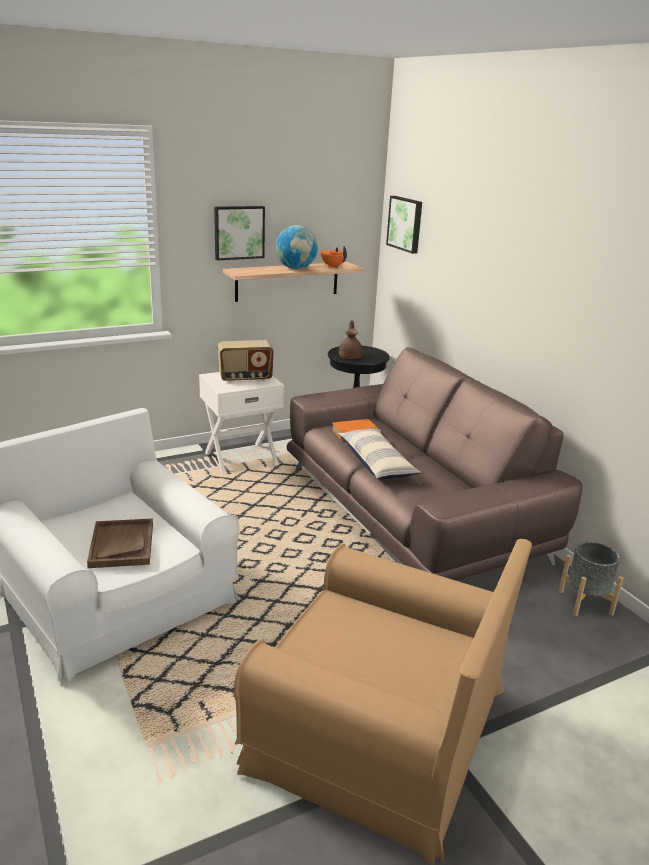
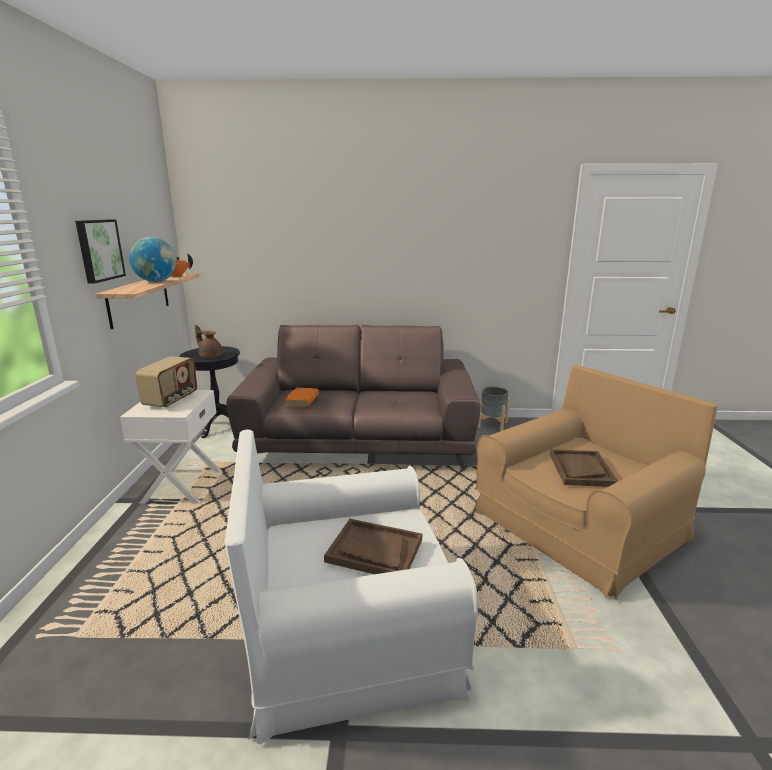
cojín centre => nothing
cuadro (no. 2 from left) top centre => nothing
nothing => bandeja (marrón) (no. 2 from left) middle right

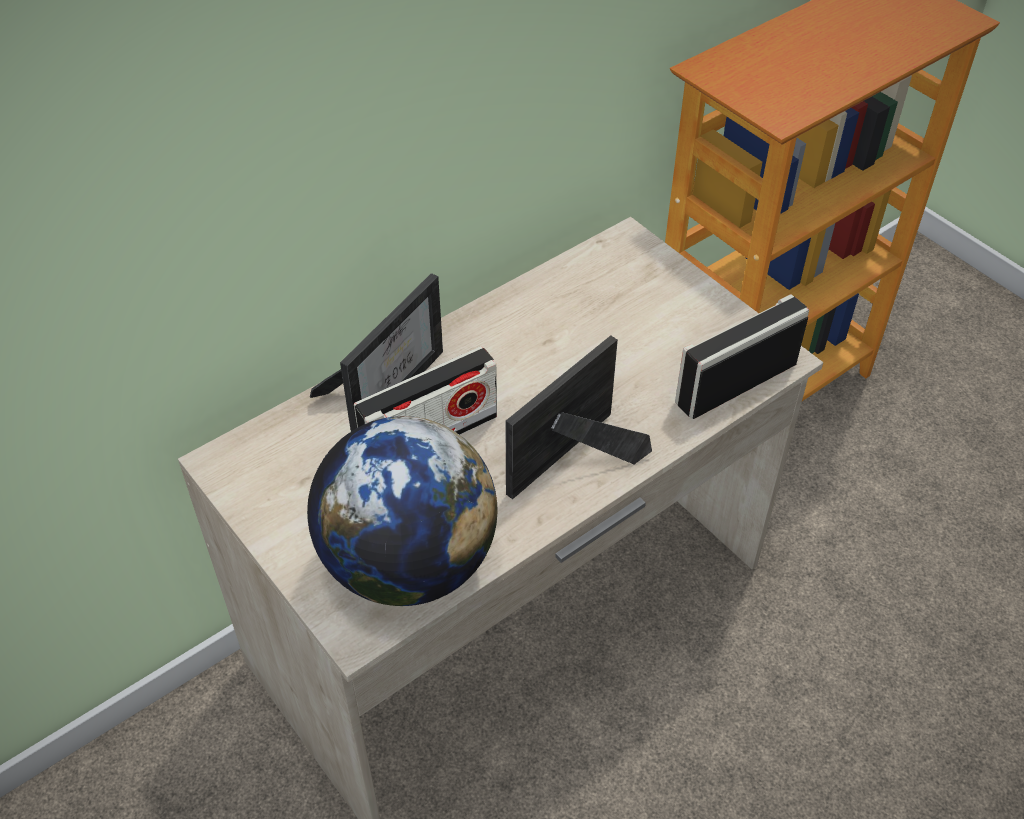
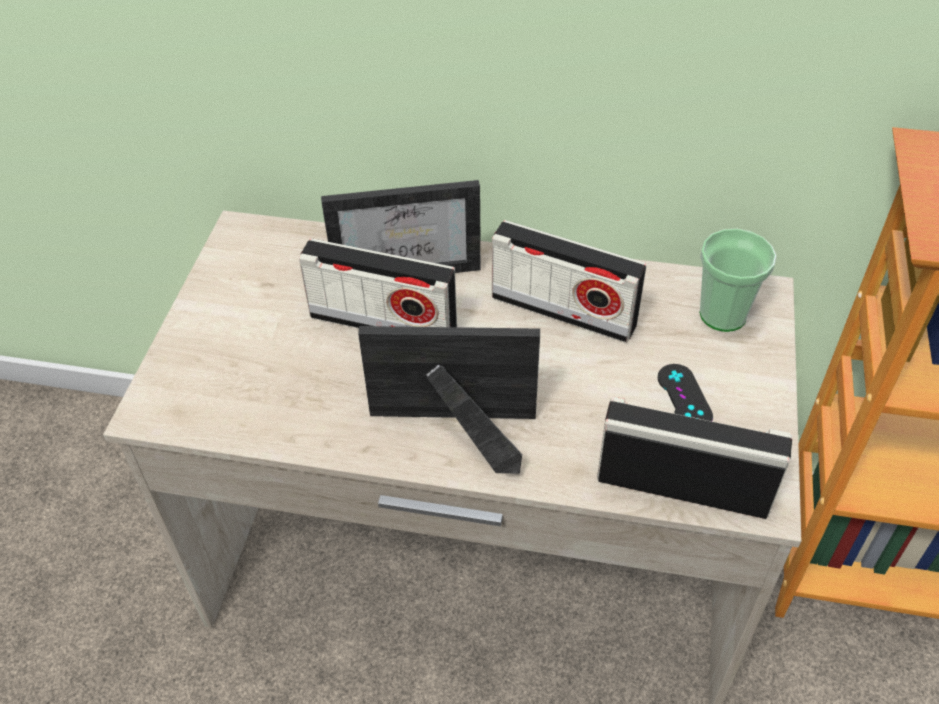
globo terráqueo centre => nothing
nothing => radio (no. 2 from left) centre
nothing => mando de consola (negro) middle right
nothing => taza middle right

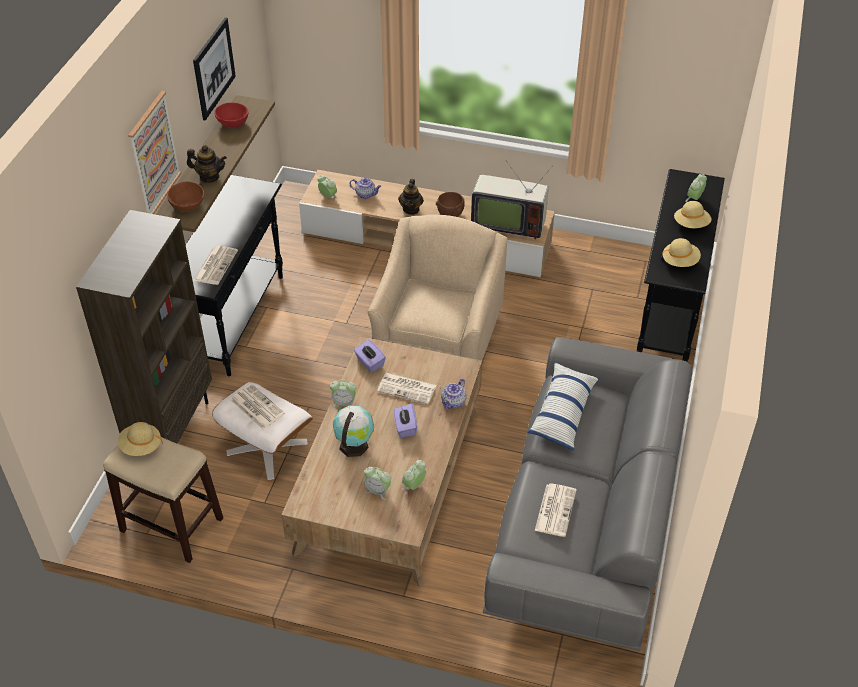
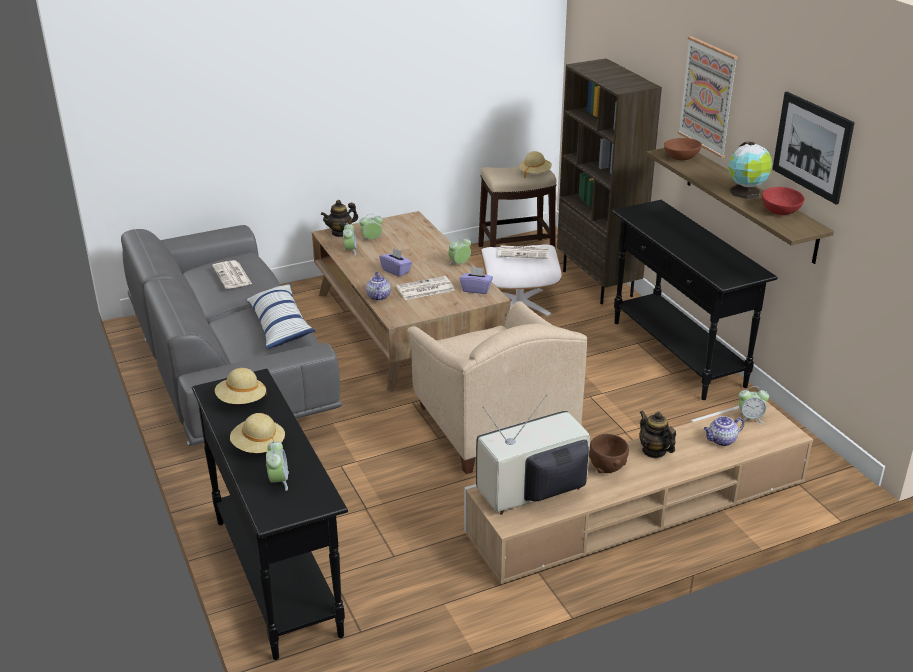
periódico (no. 1 from left) middle left => nothing
tetera (no. 1 from left) top left => tetera (no. 1 from left) top centre, relocated
globo terráqueo centre => globo terráqueo top right, relocated

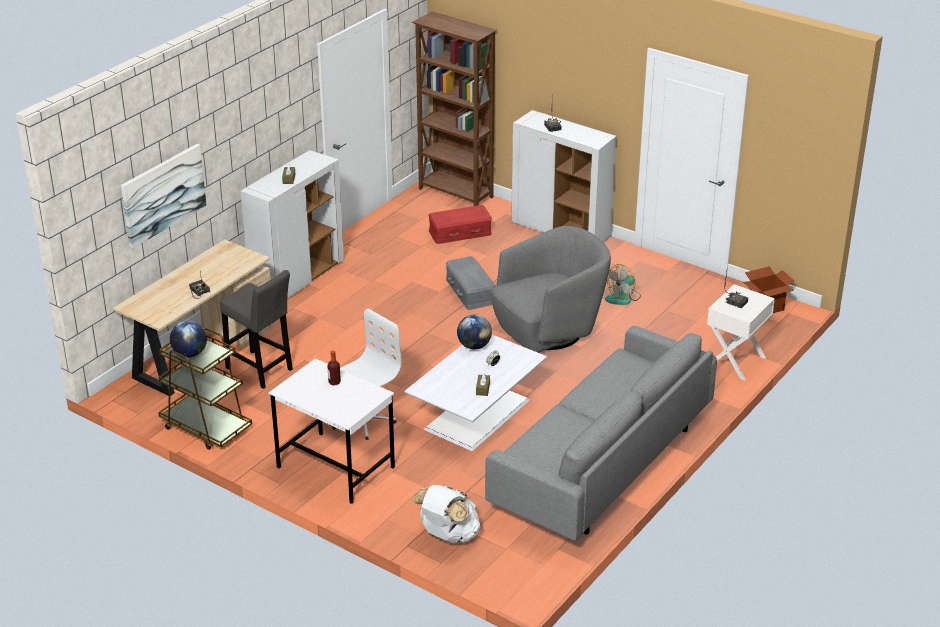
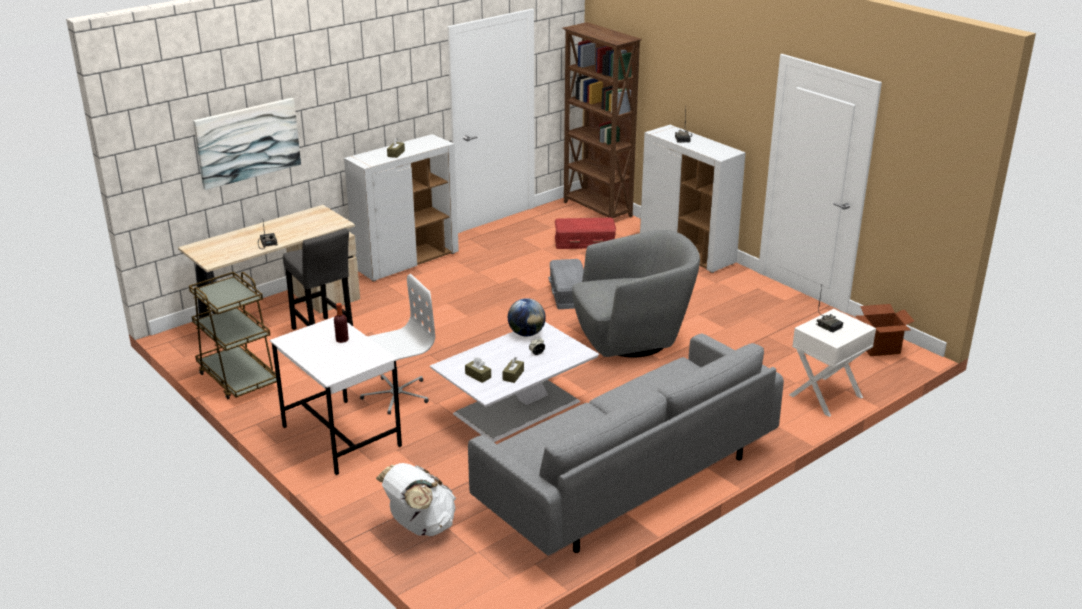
globo terráqueo (no. 1 from left) middle left => nothing
ventilador centre => nothing
nothing => caja de pañuelos (marrón) (no. 2 from left) centre

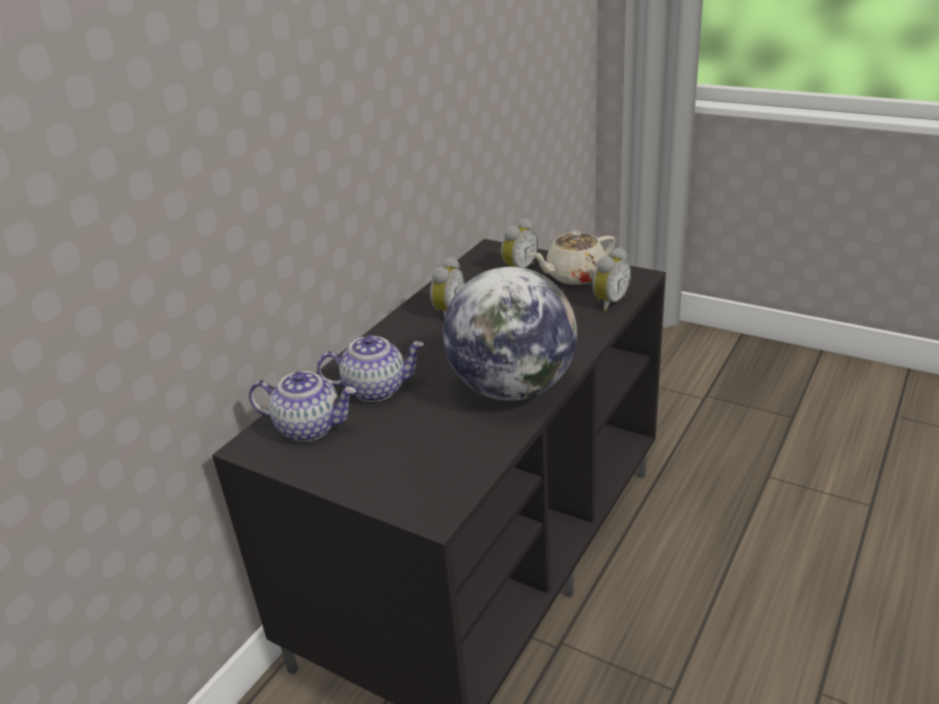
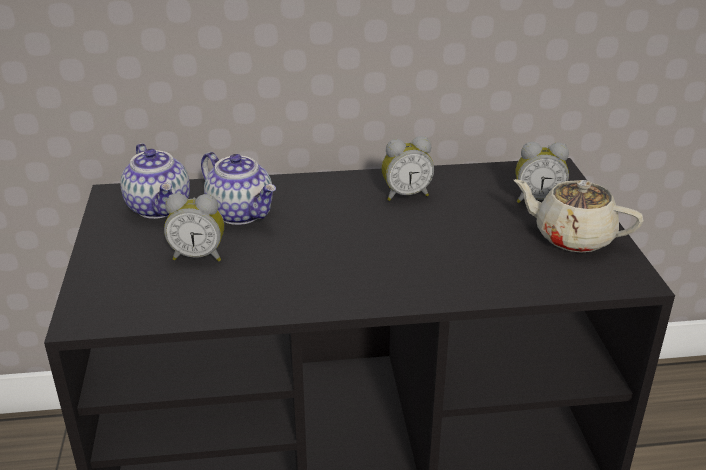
globo terráqueo centre => nothing
despertador (no. 3 from left in the first image) centre => despertador (no. 1 from left) middle left, relocated

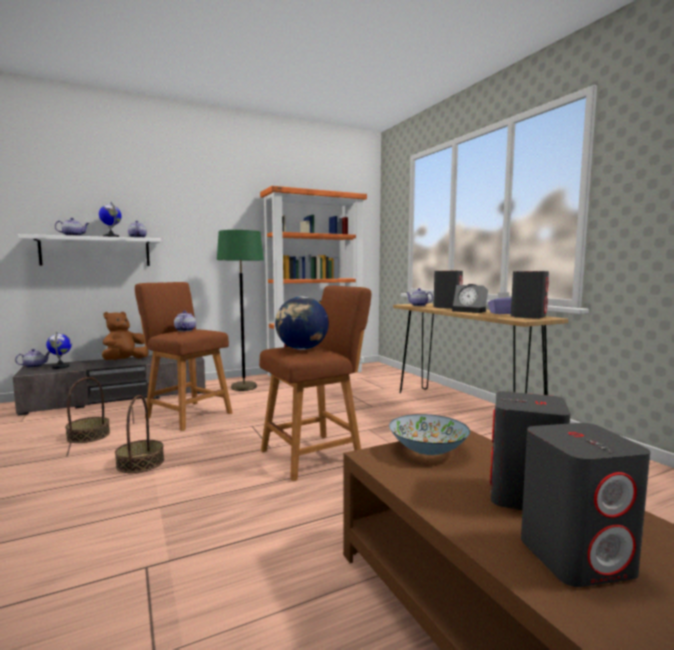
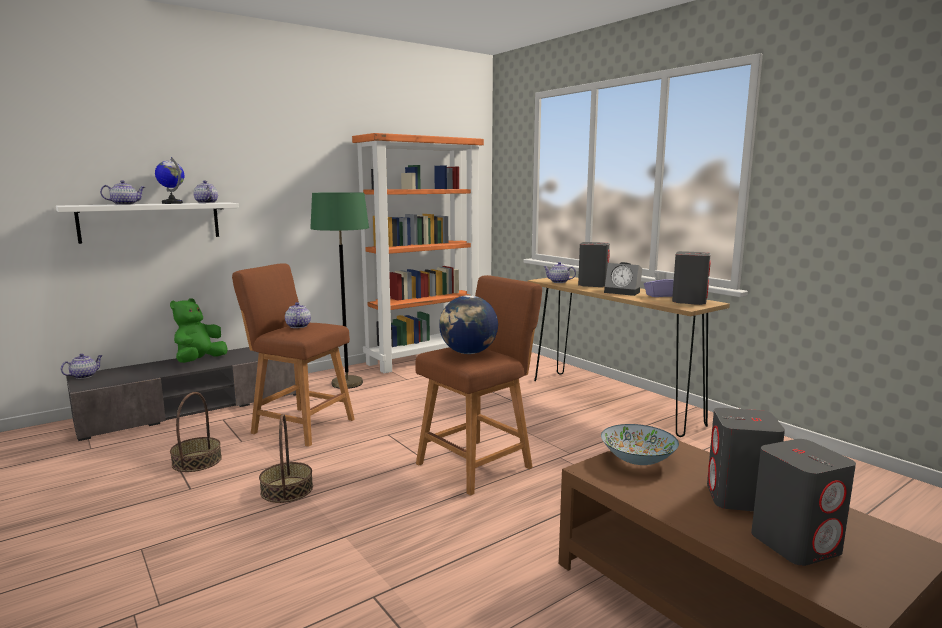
globo terráqueo (no. 1 from left) middle left => nothing
peluche (marrón) middle left => peluche (verde) middle left

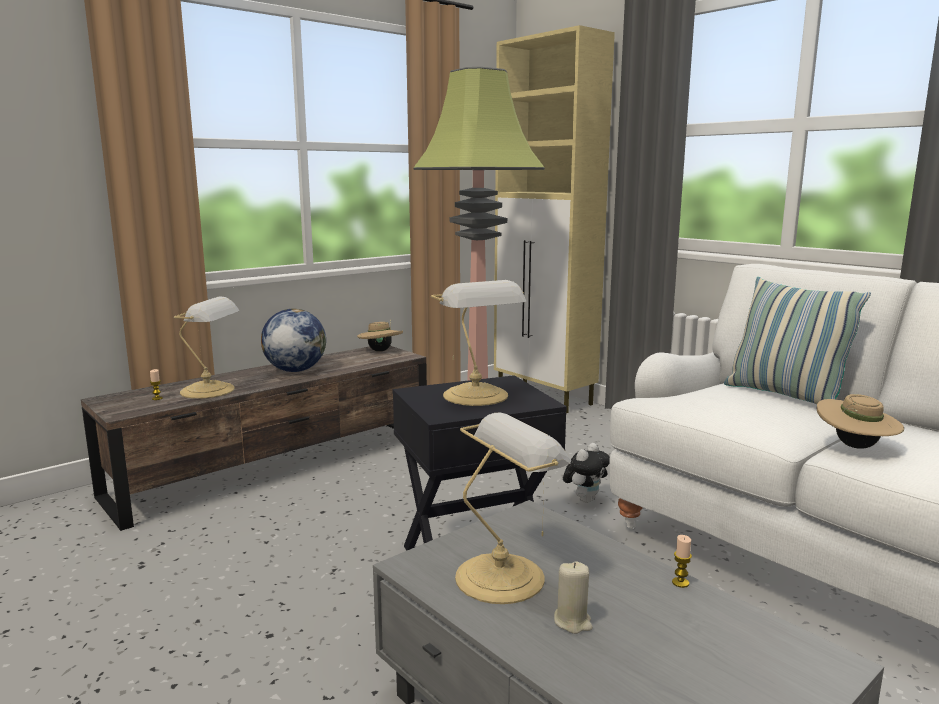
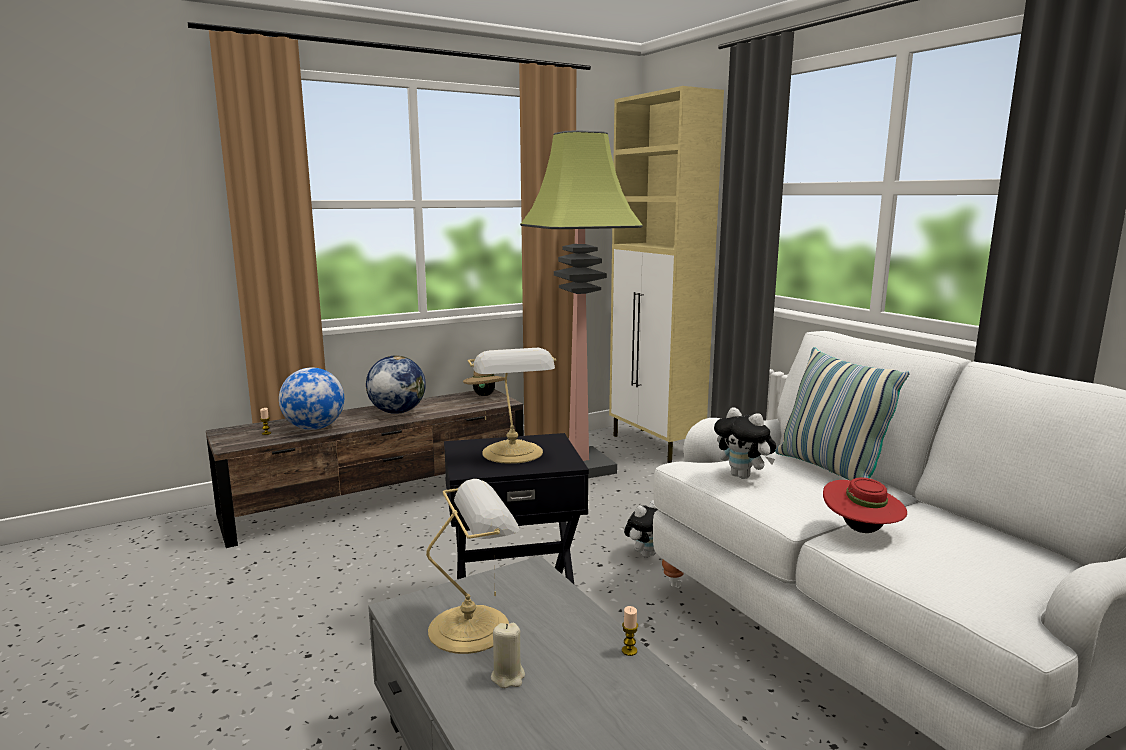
nothing => peluche (no. 2 from left) centre
lámpara de mesa (no. 1 from left) middle left => globo terráqueo (no. 1 from left) middle left
sombrero (beis) (no. 2 from left) middle right => sombrero (rojo) bottom right

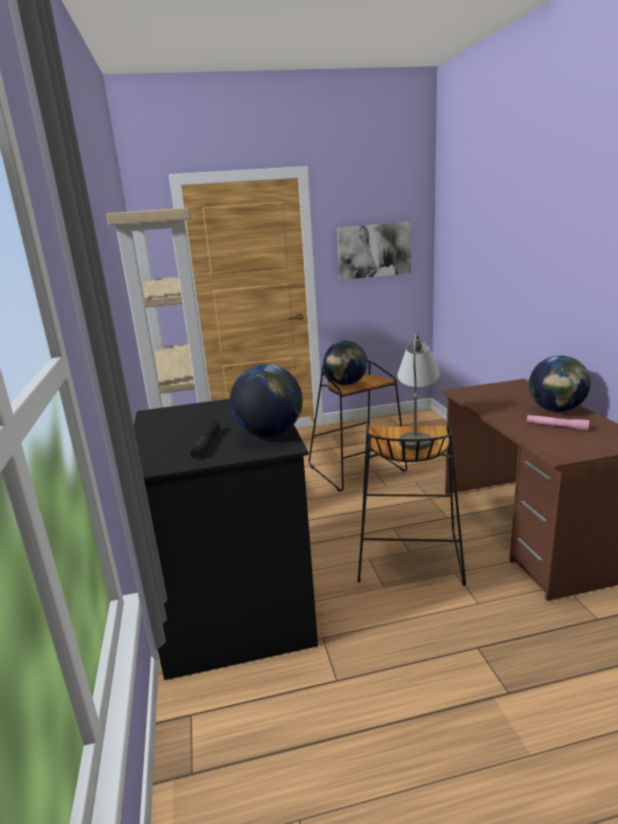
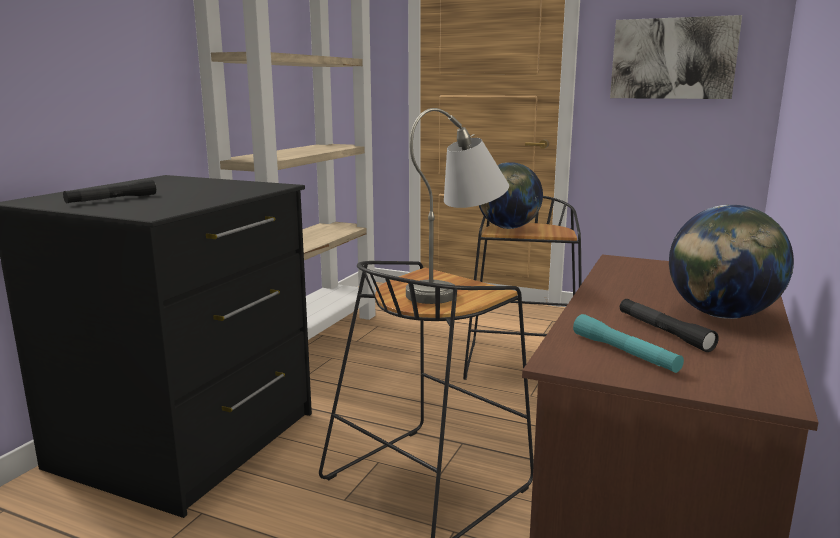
globo terráqueo (no. 1 from left) centre => nothing
nothing => linterna (turquesa) middle right
linterna (rosa) middle right => linterna (negro) (no. 2 from left) middle right

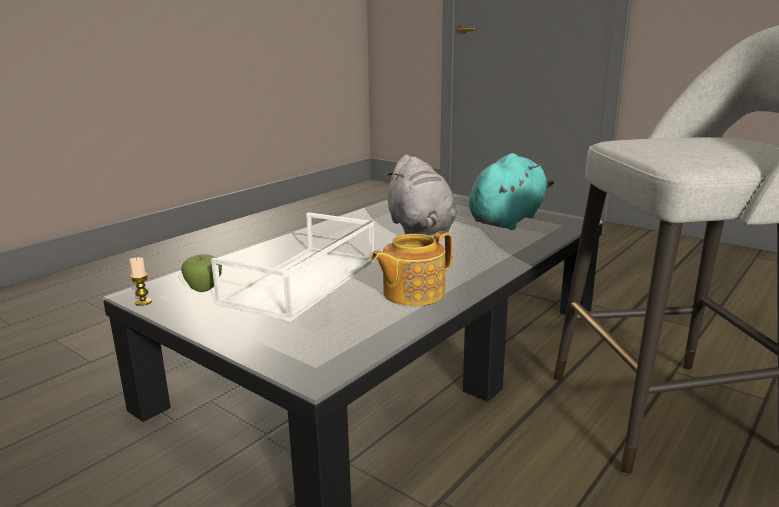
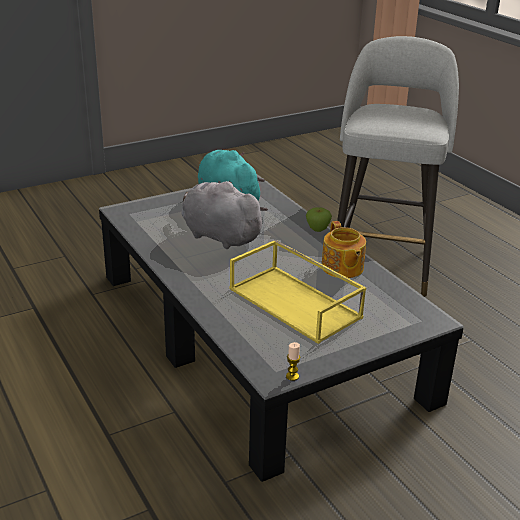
manzana middle left => manzana centre, relocated
bandeja (blanco) centre => bandeja (amarillo) centre
peluche (gris) centre, 150 degrees counterclockwise

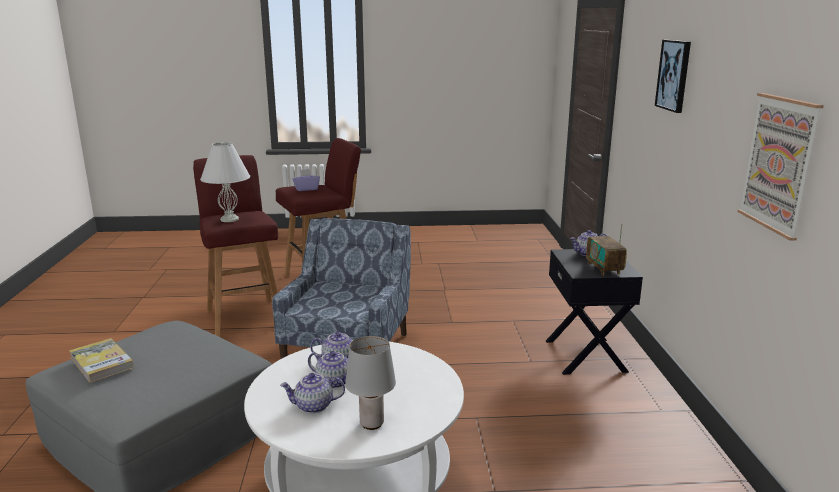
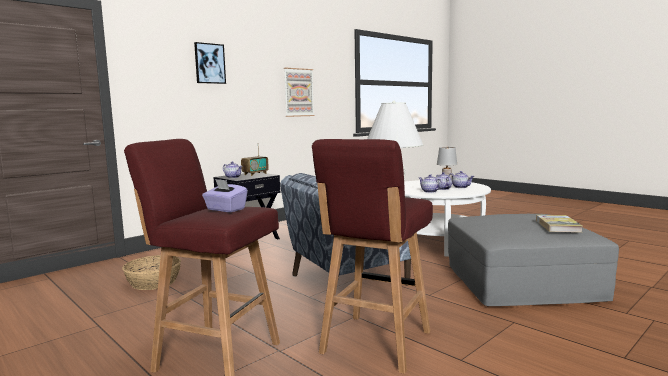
nothing => cesta bottom left

